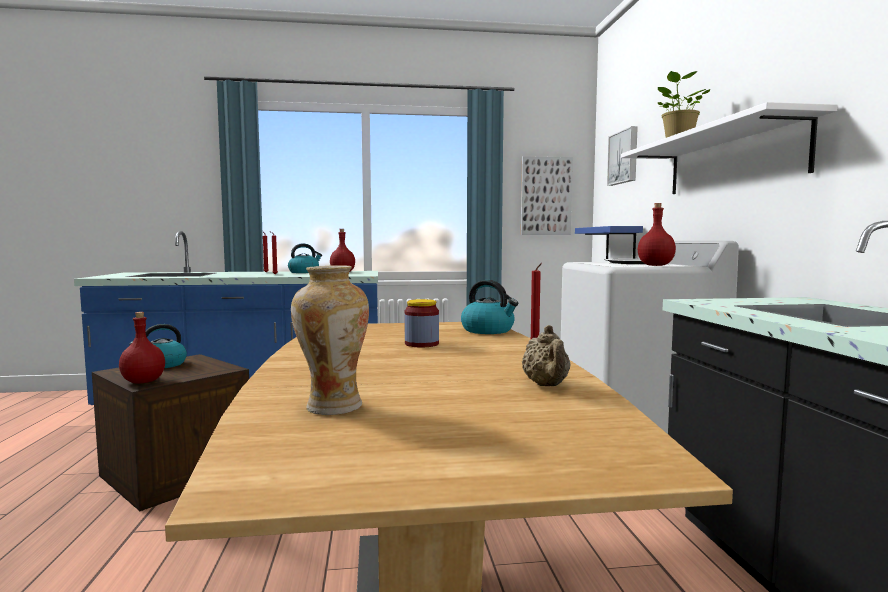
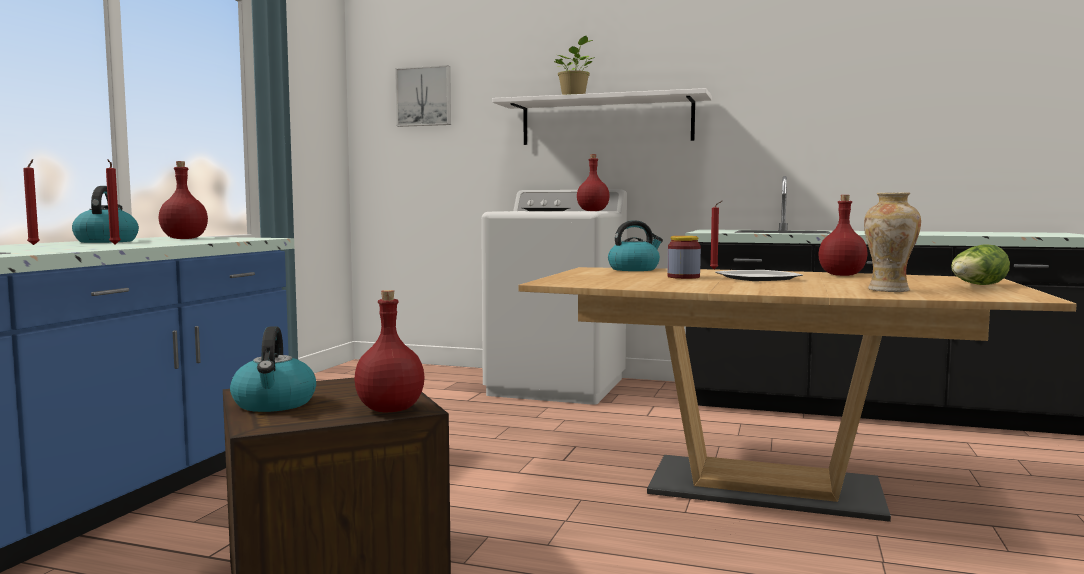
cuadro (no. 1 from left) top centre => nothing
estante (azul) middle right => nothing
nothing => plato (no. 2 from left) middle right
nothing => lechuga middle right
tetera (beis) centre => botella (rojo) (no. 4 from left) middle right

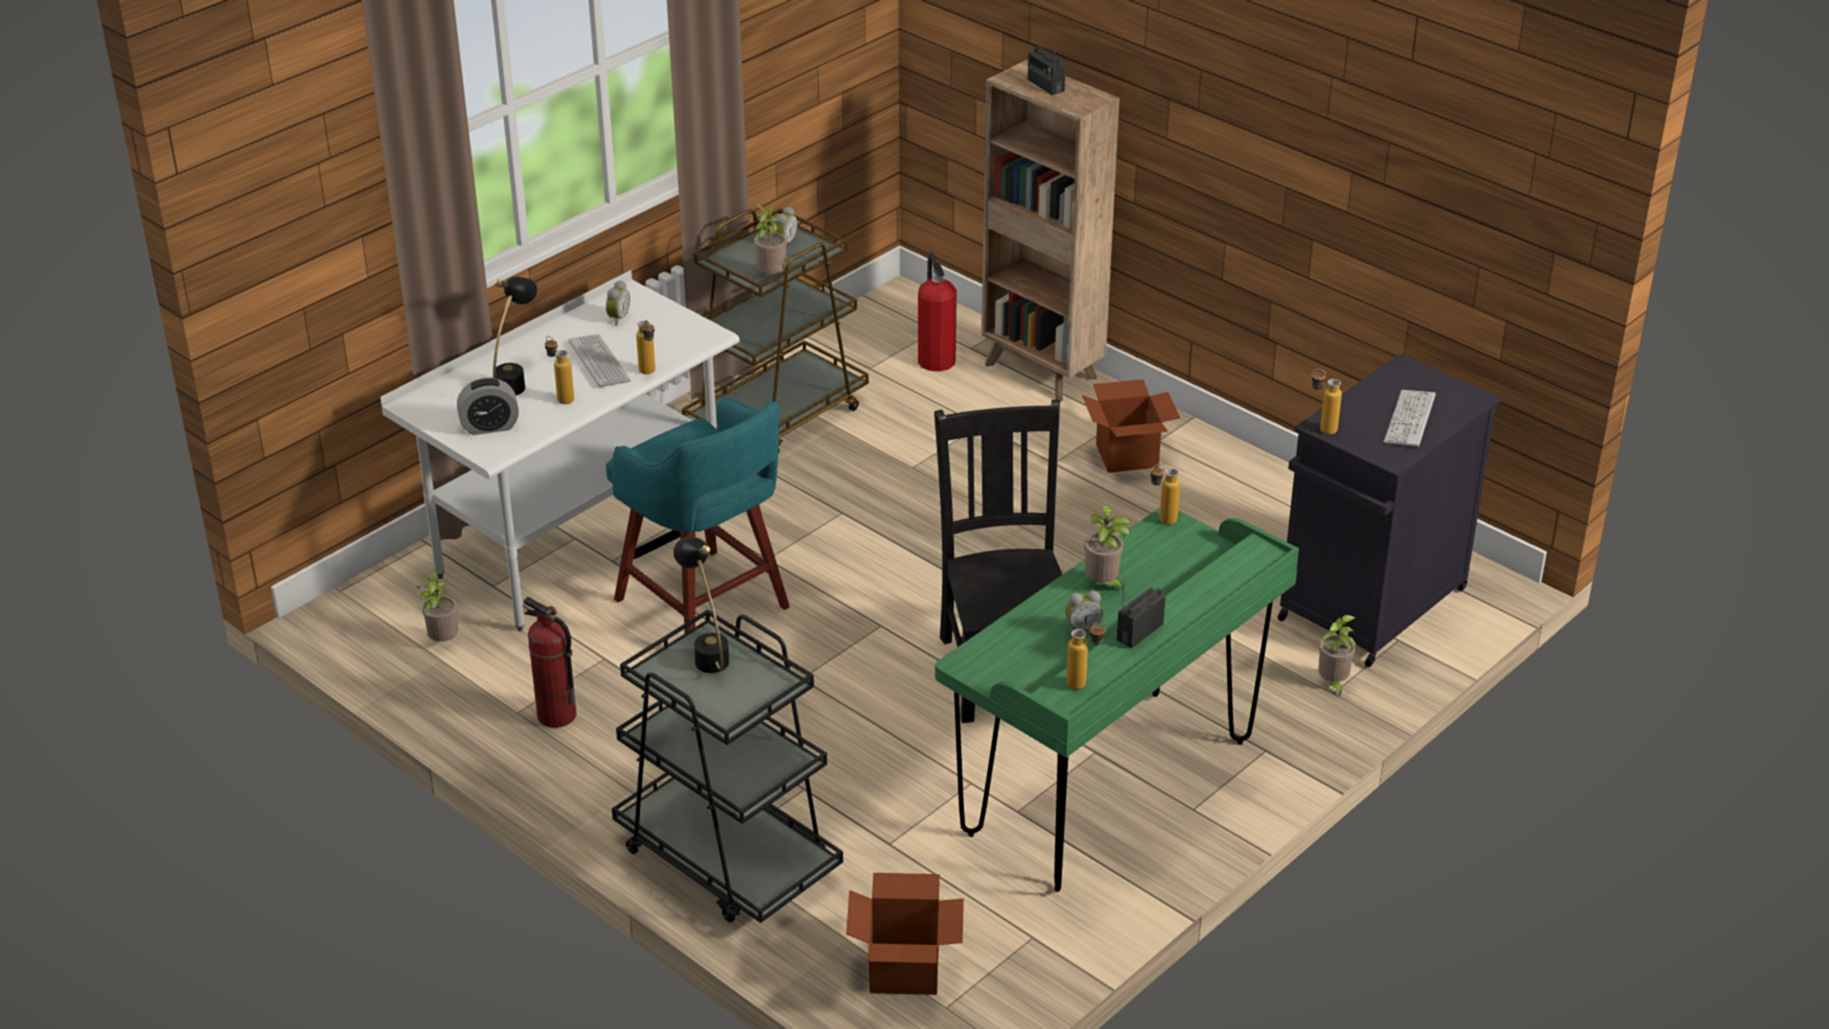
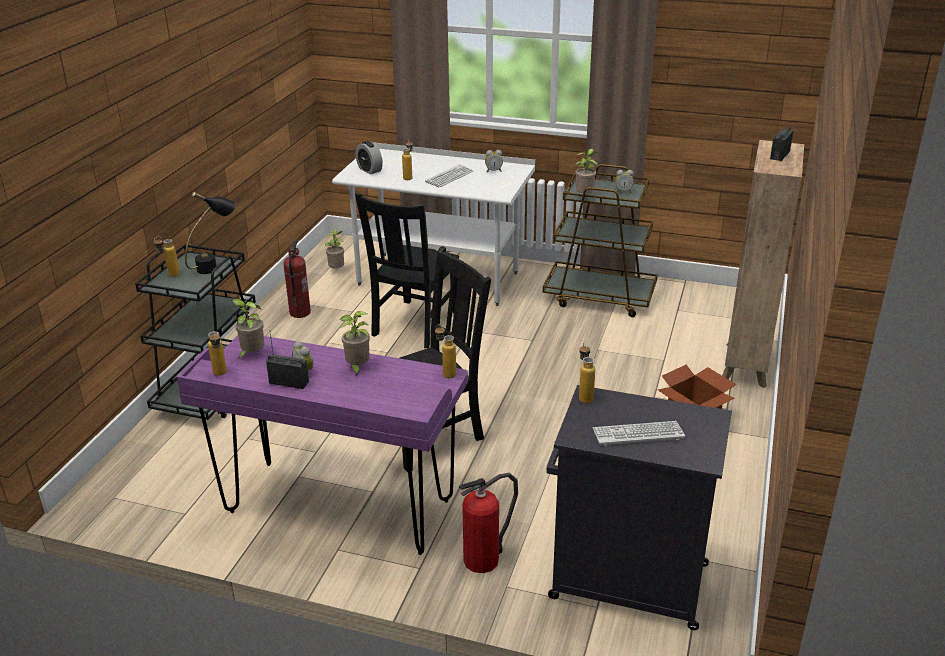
lámpara de mesa (negro) (no. 1 from left) top left => nothing
caja de cartón (no. 1 from left) bottom centre => nothing
botella (no. 2 from left in the first image) centre => botella (no. 1 from left) middle left, relocated
extintor (no. 2 from left) top centre => extintor (no. 2 from left) bottom centre, relocated
planta en maceta (no. 4 from left in the first image) middle right => planta en maceta (no. 1 from left) middle left, relocated
taburete (turquesa) centre => silla (negro) (no. 1 from left) centre
escritorio (verde) bottom centre => escritorio (morado) bottom centre

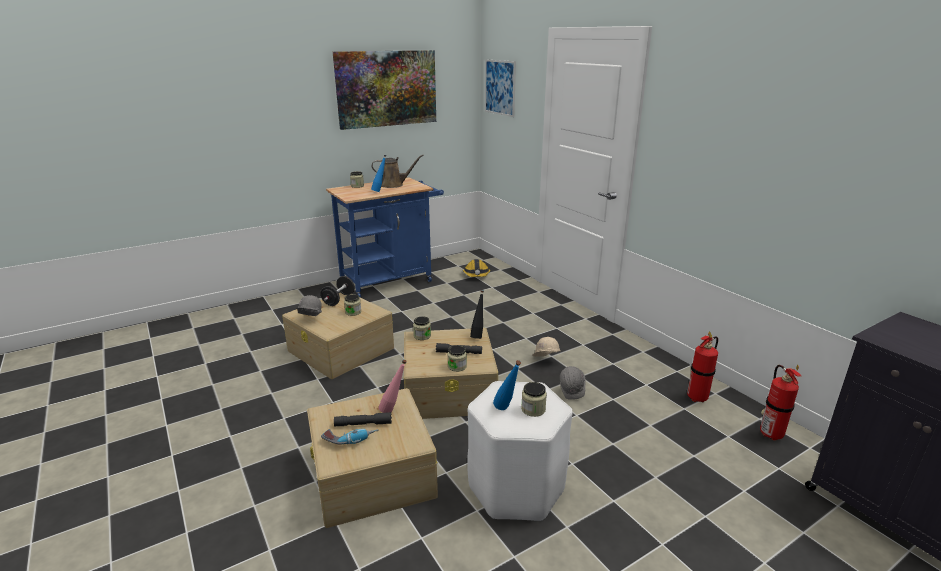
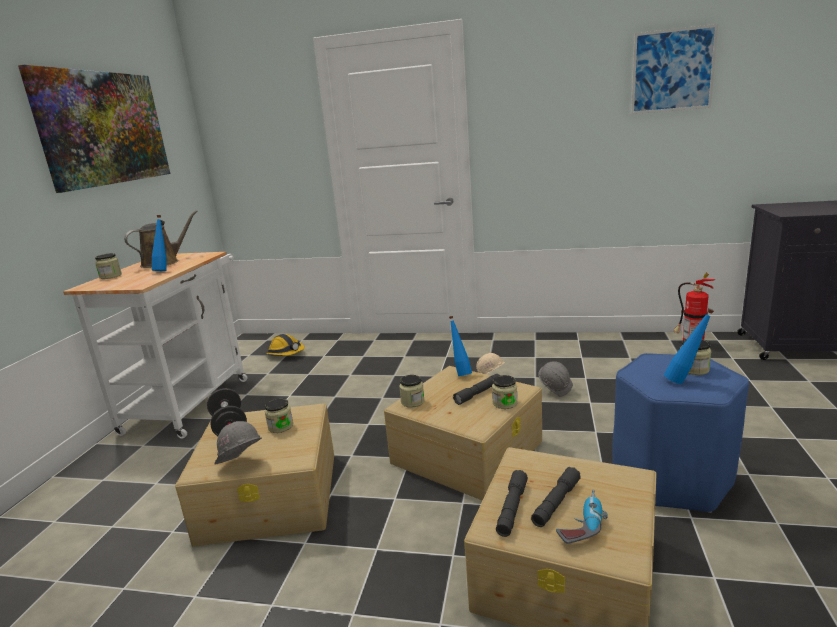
botella (rosa) bottom centre => nothing
extintor (no. 1 from left) middle right => nothing
nothing => linterna (gris) (no. 2 from left) bottom centre
cuadro (no. 2 from left) top centre => cuadro (no. 2 from left) top right, relocated
carrito (azul) centre => carrito (blanco) middle left
taburete (blanco) bottom centre => taburete (azul) bottom right
botella (negro) centre => botella (azul) (no. 2 from left) centre

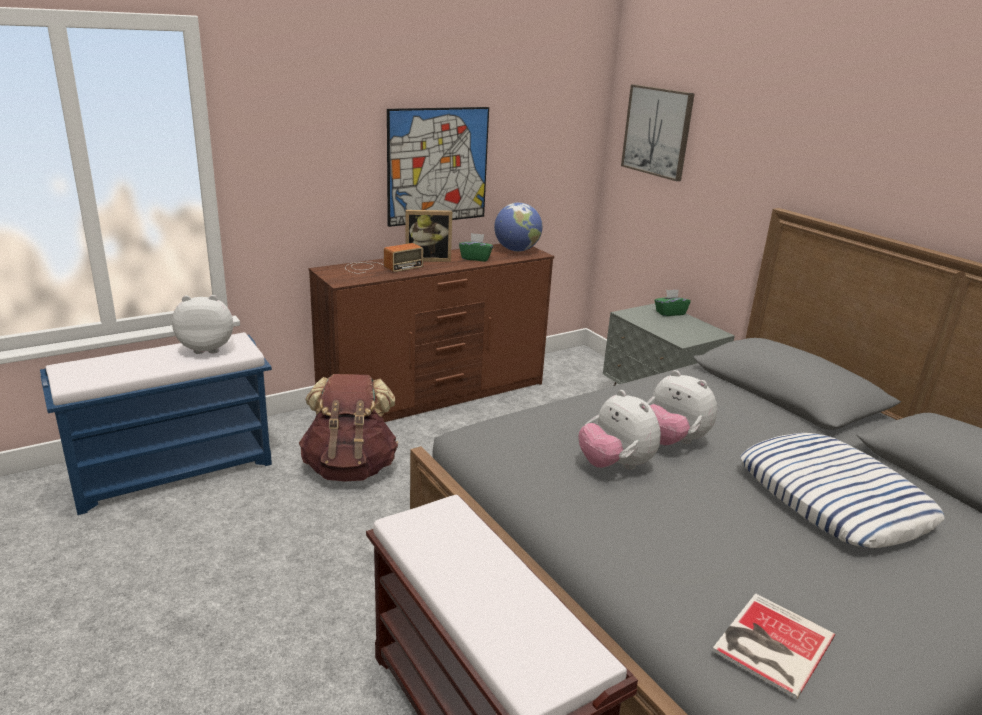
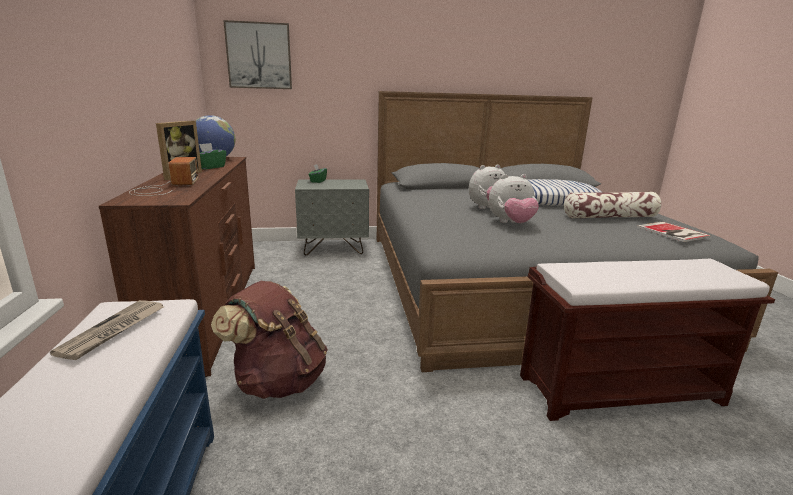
cuadro (no. 1 from left) top centre => nothing
nothing => cojín (no. 2 from left) middle right
peluche (no. 1 from left) middle left => periódico bottom left

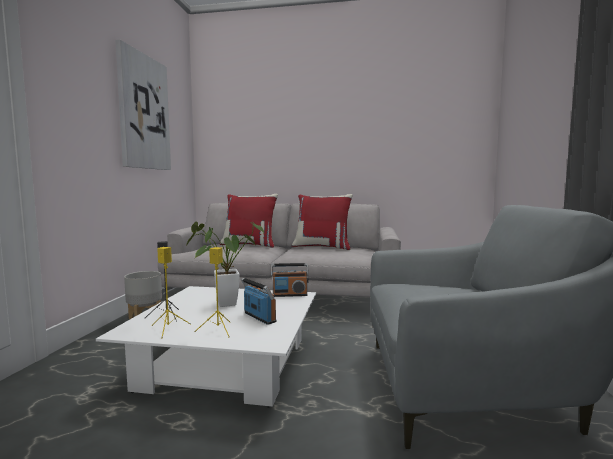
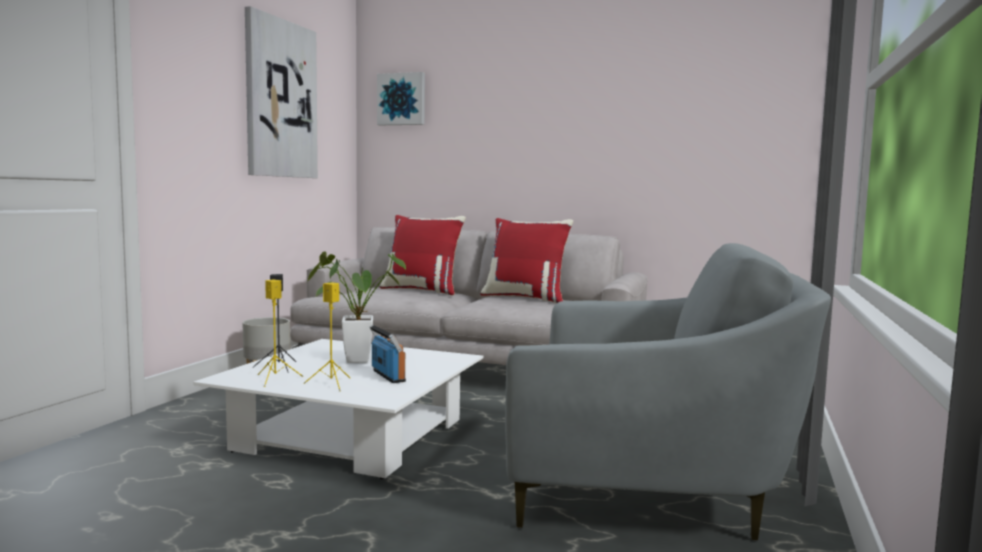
radio (no. 2 from left) centre => nothing
nothing => cuadro (no. 2 from left) top centre

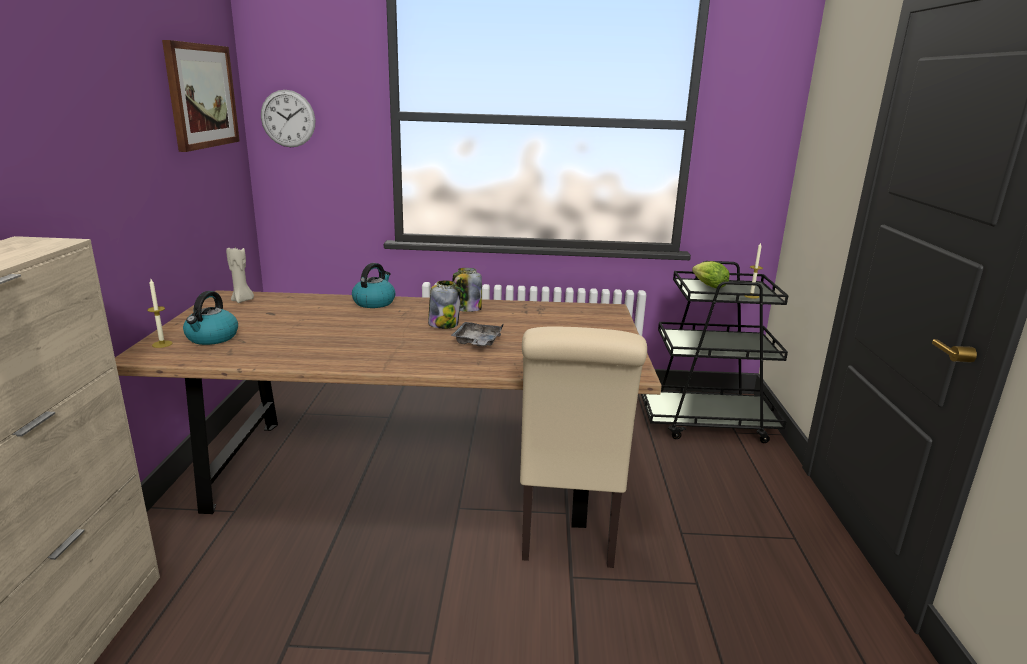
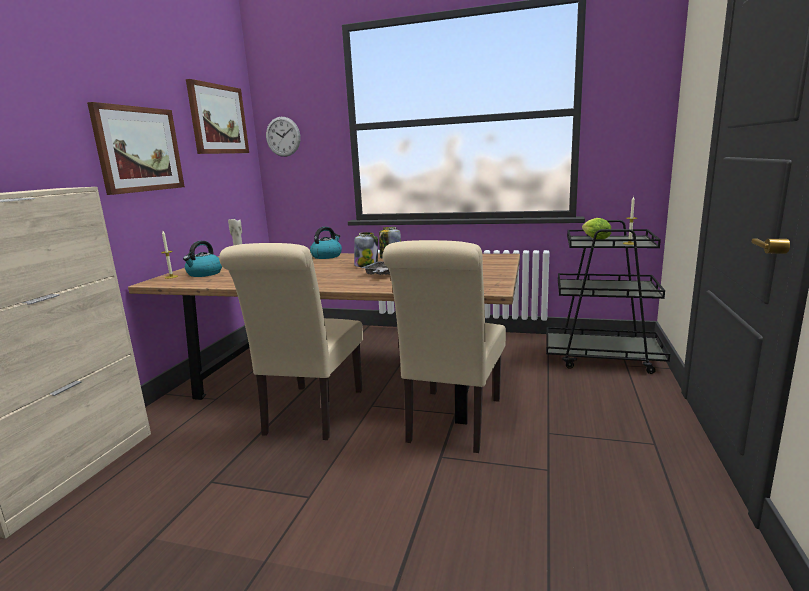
nothing => cuadro (no. 1 from left) top left
nothing => silla (beis) (no. 1 from left) centre

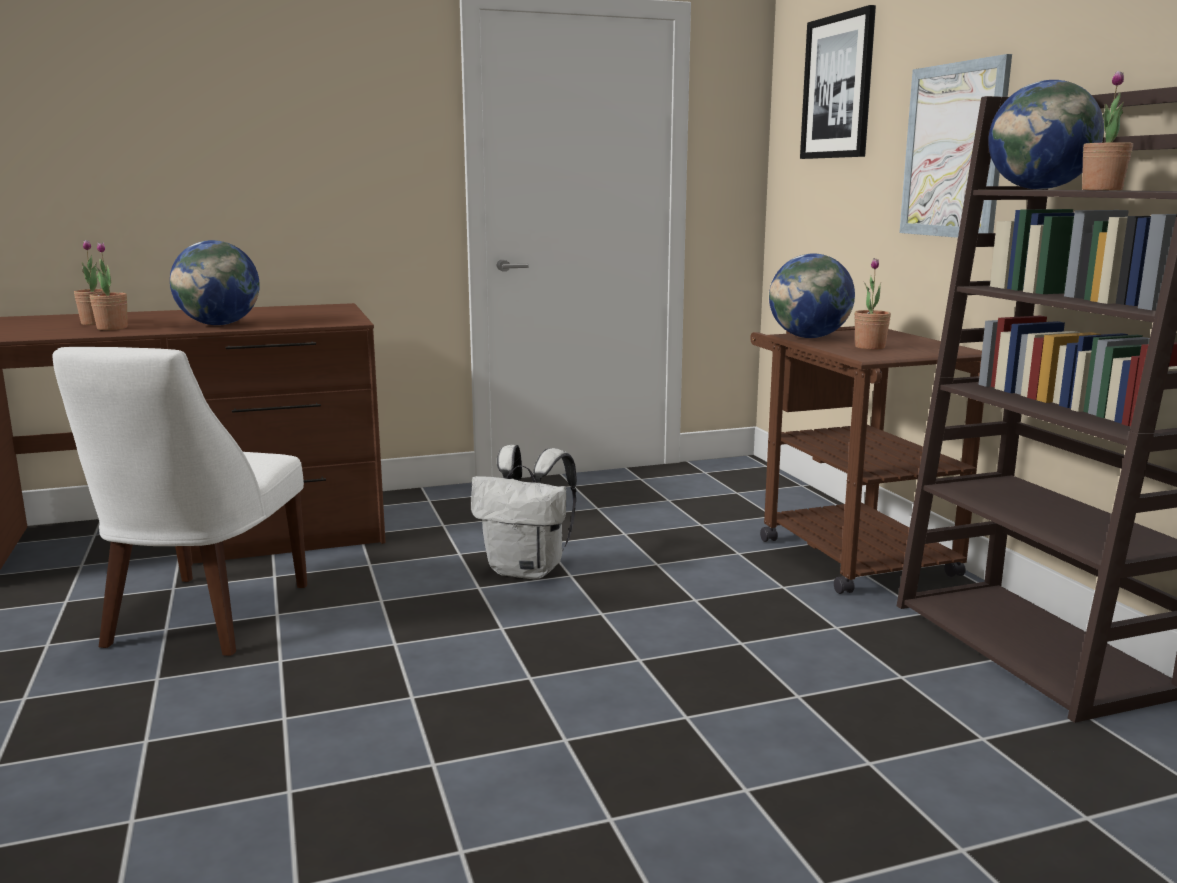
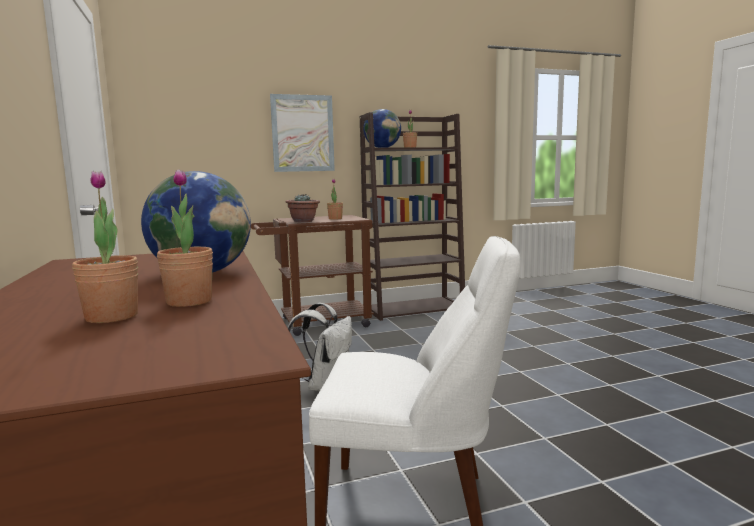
cuadro (no. 1 from left) top right => nothing
globo terráqueo (no. 2 from left) middle right => planta en maceta (no. 3 from left) centre

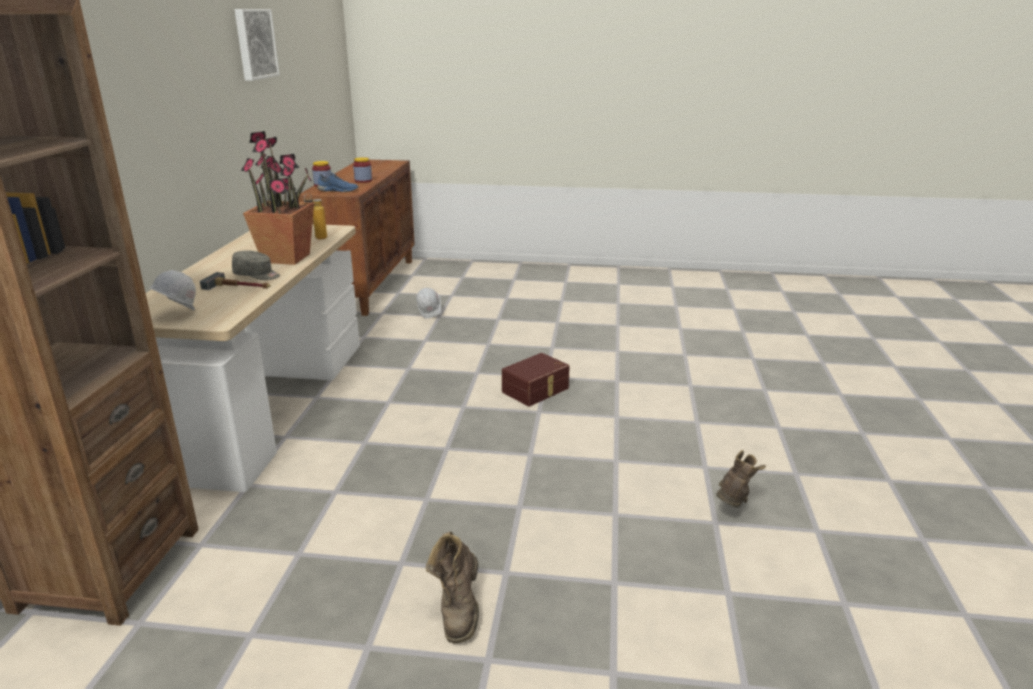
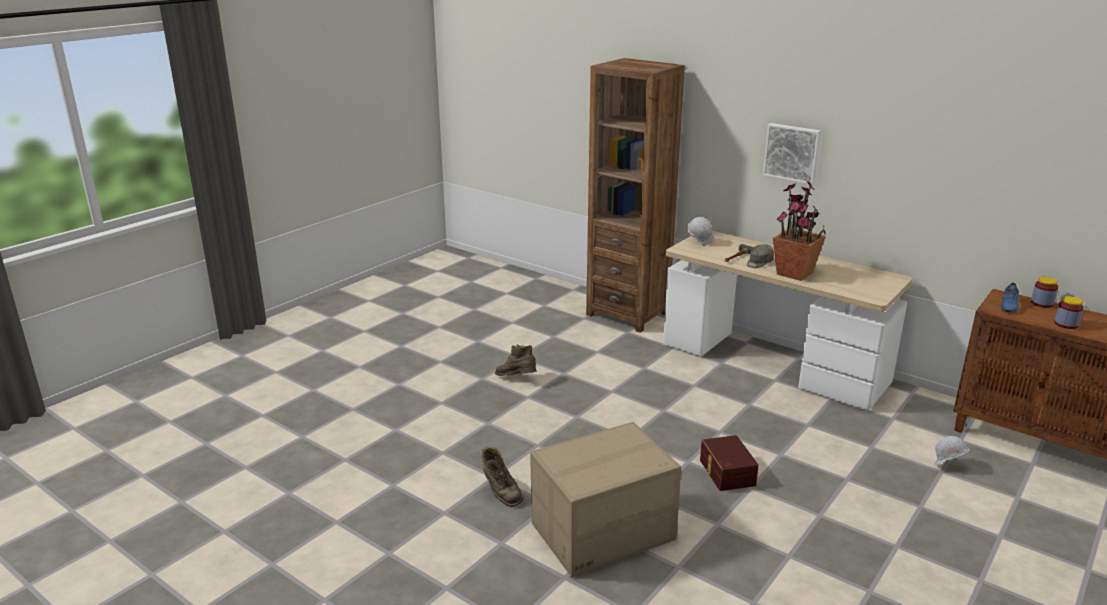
botella top left => nothing
nothing => caja de cartón bottom centre
cuadro top left => cuadro top right, relocated

